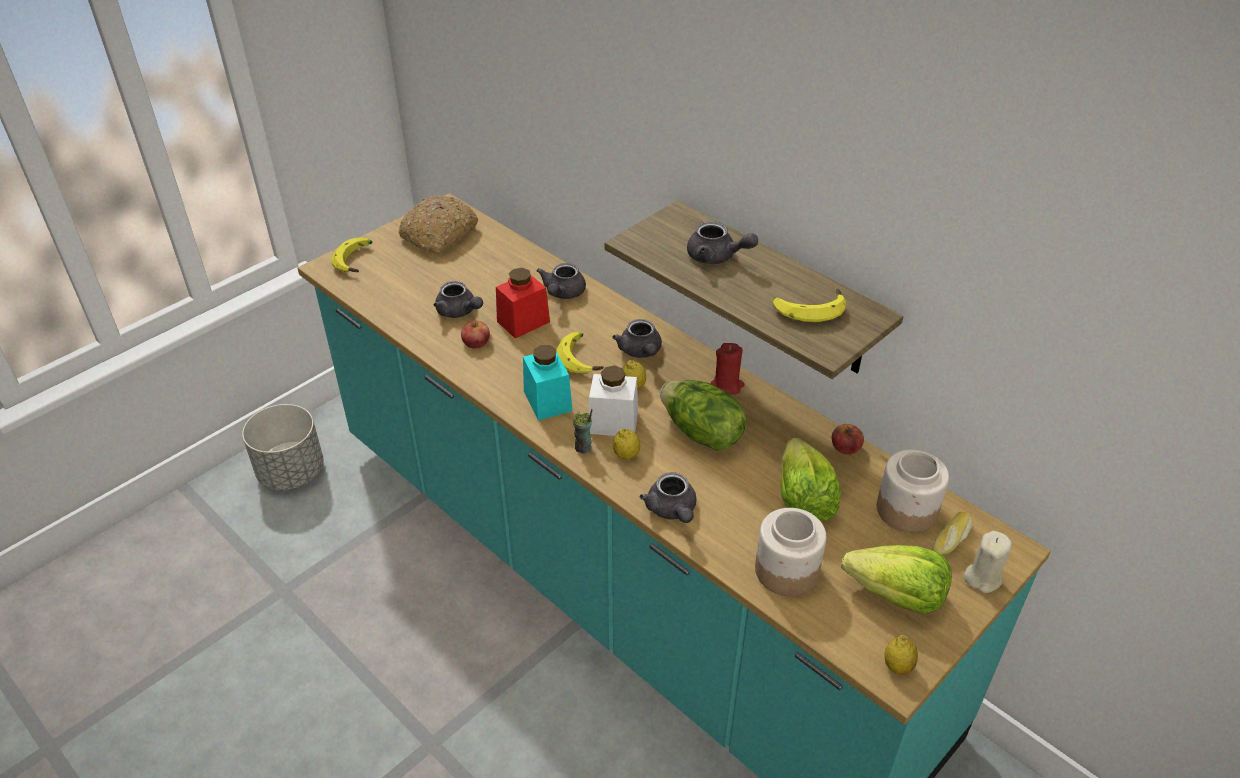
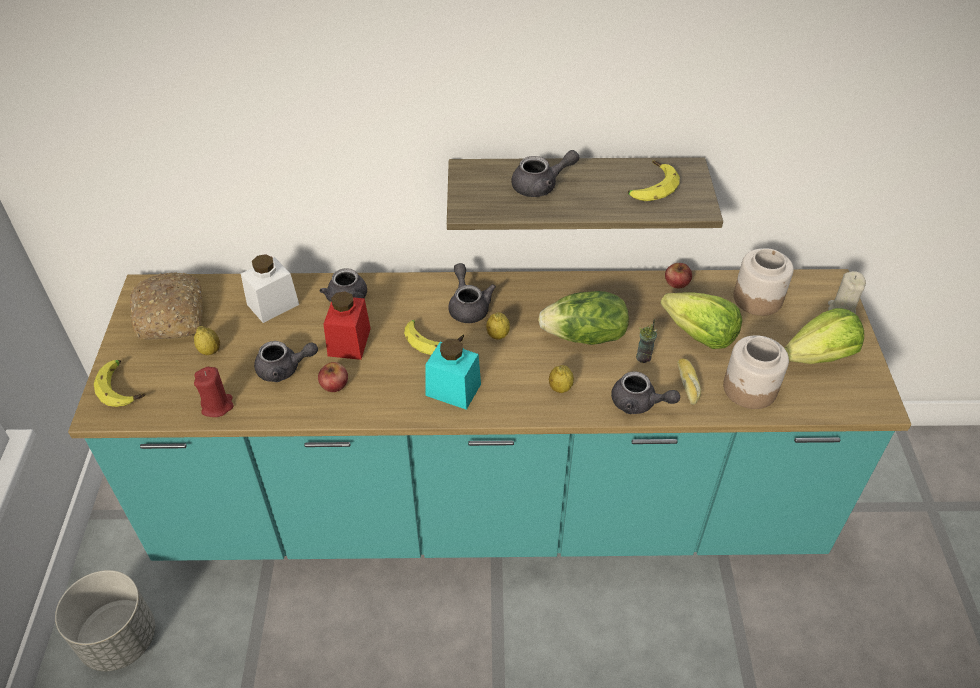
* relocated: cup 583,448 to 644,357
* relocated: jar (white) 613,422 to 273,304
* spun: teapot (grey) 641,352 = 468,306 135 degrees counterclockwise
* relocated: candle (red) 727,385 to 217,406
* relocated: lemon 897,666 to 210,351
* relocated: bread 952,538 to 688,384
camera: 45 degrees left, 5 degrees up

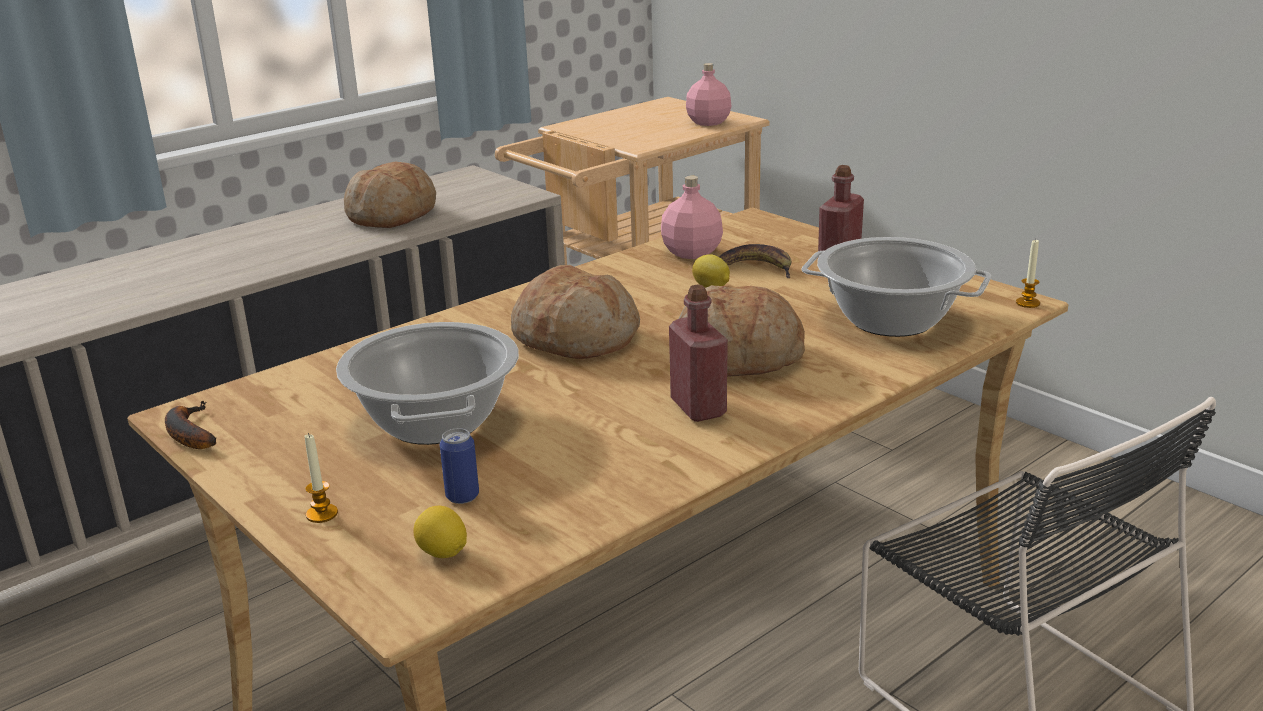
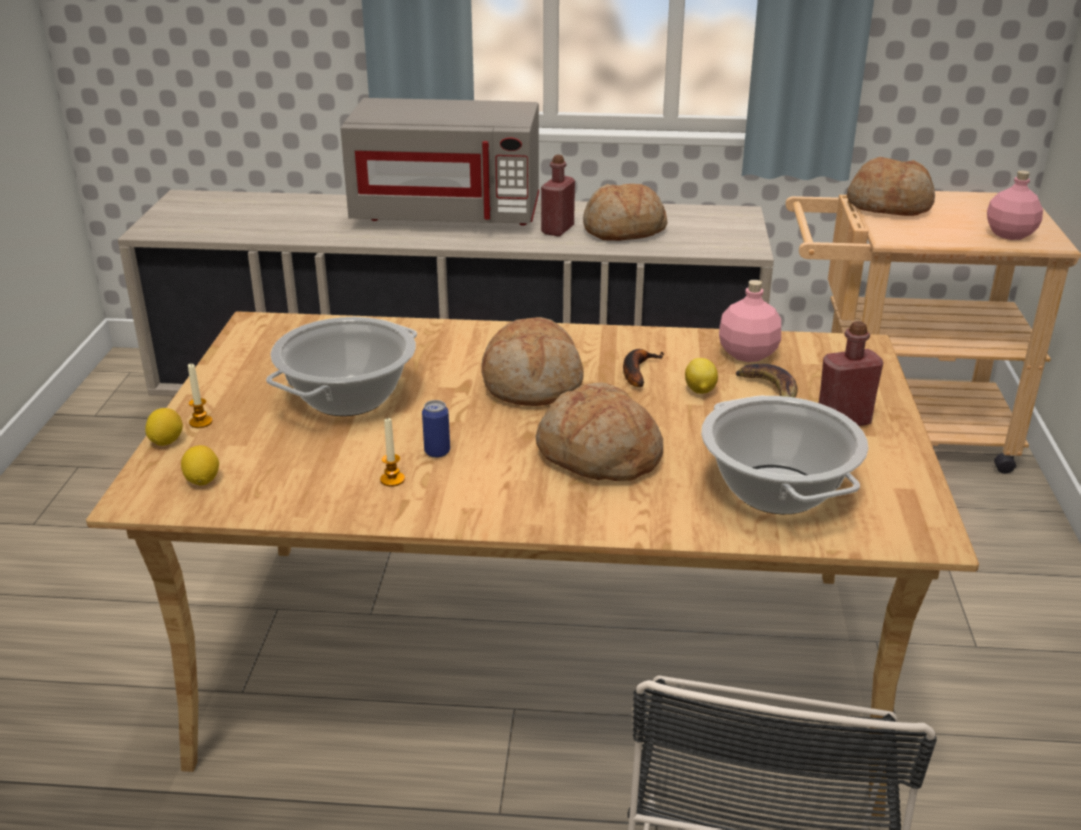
* relocated: banana 188,433 to 637,371
* relocated: can 462,496 to 437,452
* relocated: bottle (red) 698,408 to 557,230
* relocated: candle 1027,303 to 392,479
* appeared: lemon 166,441
* appeared: microwave (grey) 448,214
* appeared: bread 890,205
camera: 45 degrees right, 5 degrees up

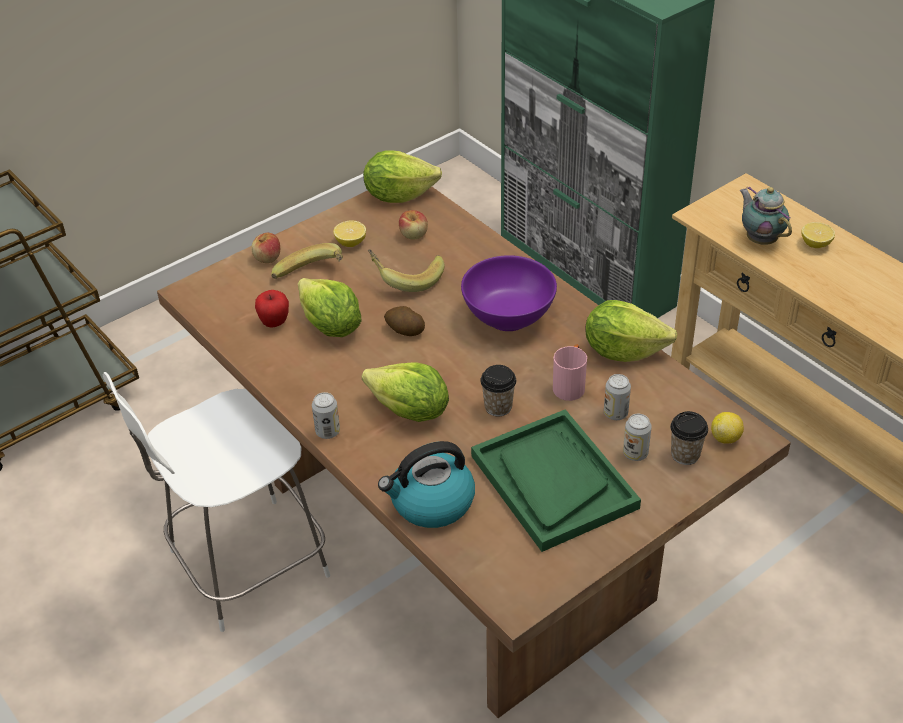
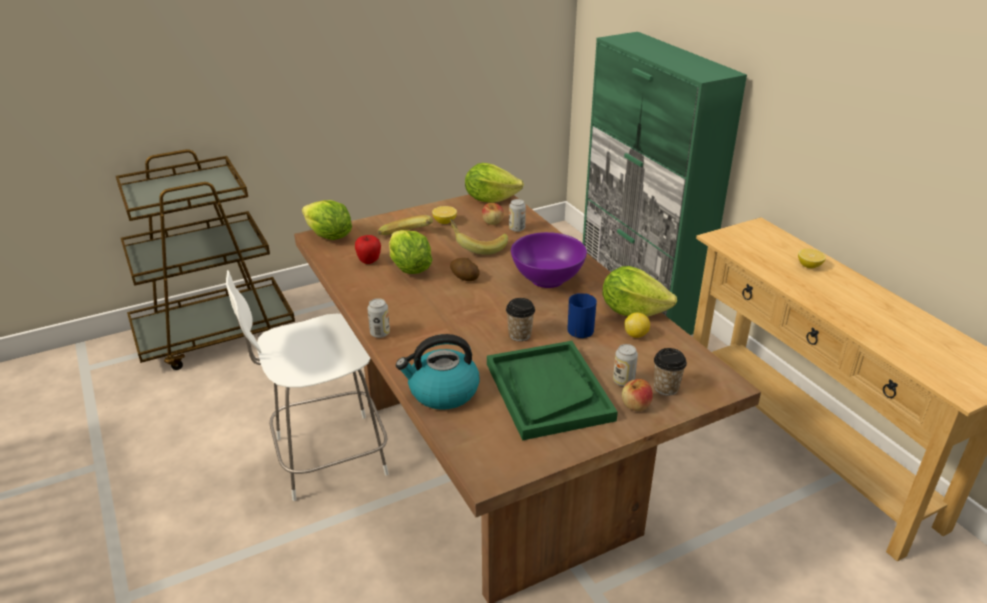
* relocated: apple 267,258 to 636,405
* relocated: lettuce 409,411 to 328,237
* colour: mug (pink) 570,385 to mug (blue) 582,328
* relocated: can 615,413 to 517,228
* relocated: lemon 725,438 to 636,335
* missing: teapot 760,239
camera: 10 degrees right, 10 degrees down

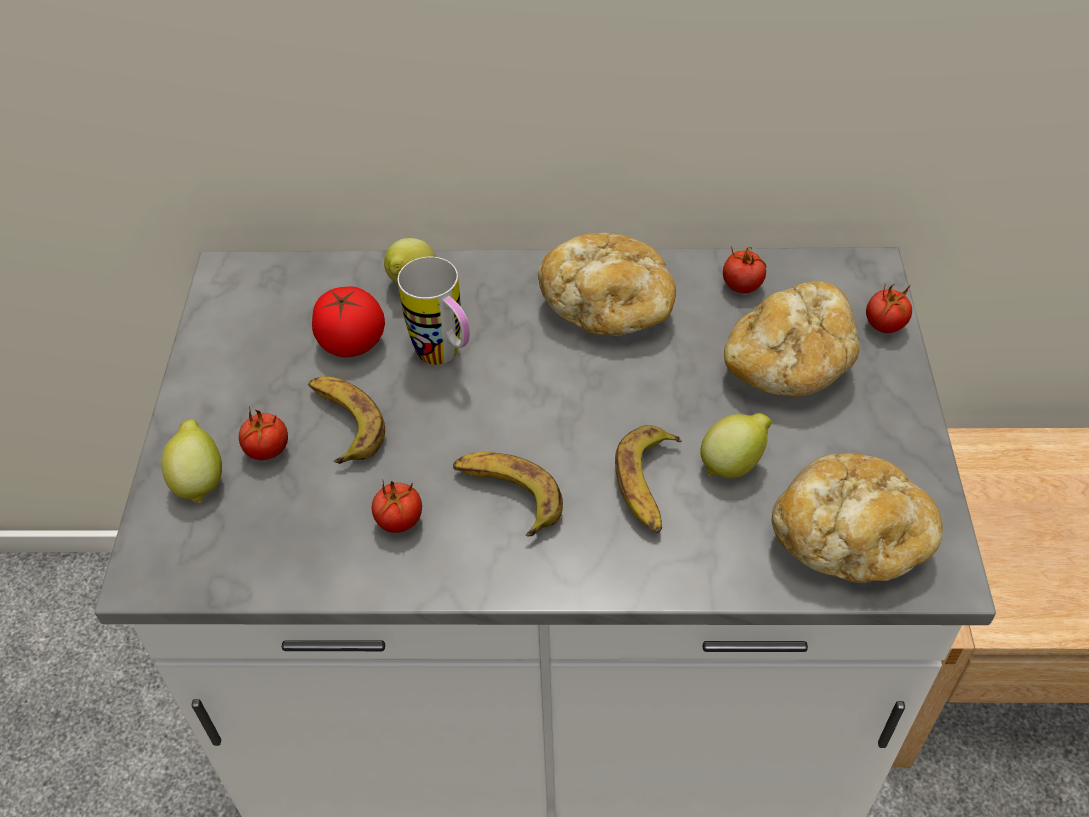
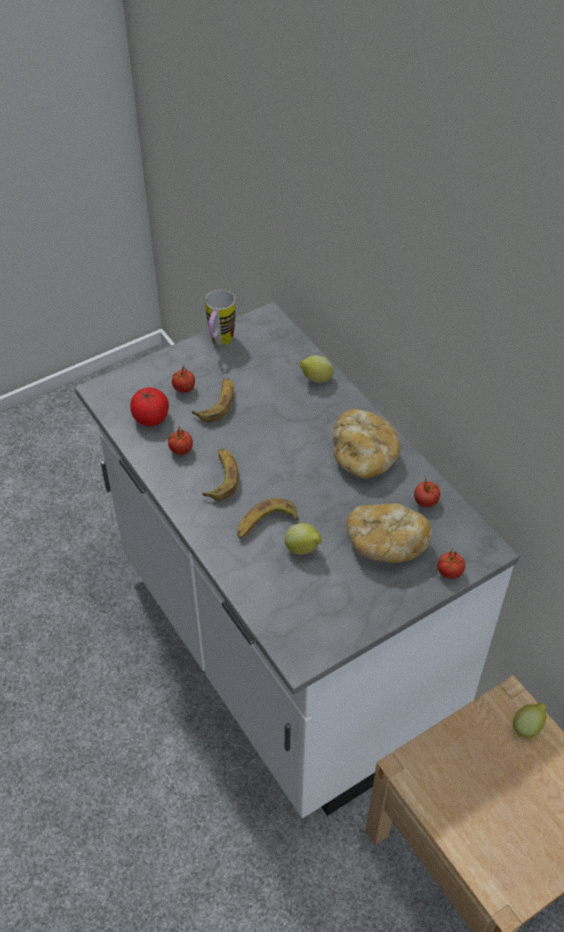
* relocated: lemon 200,480 to 527,727
* relocated: tomato 352,342 to 151,418
* relocated: mug 445,358 to 219,343
* missing: bread 849,539
camera: 55 degrees right, 0 degrees up

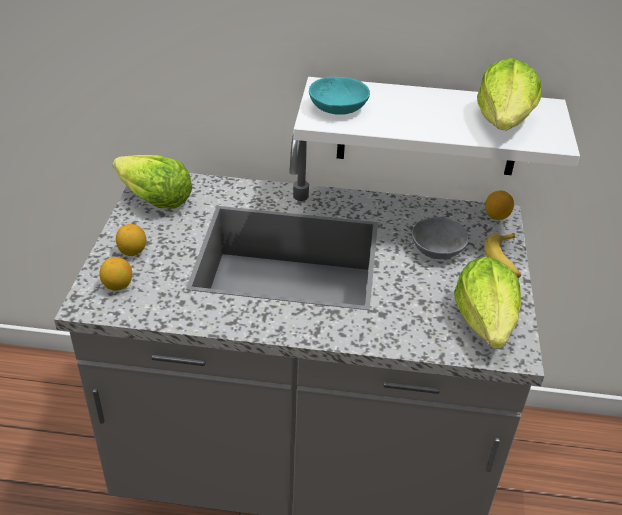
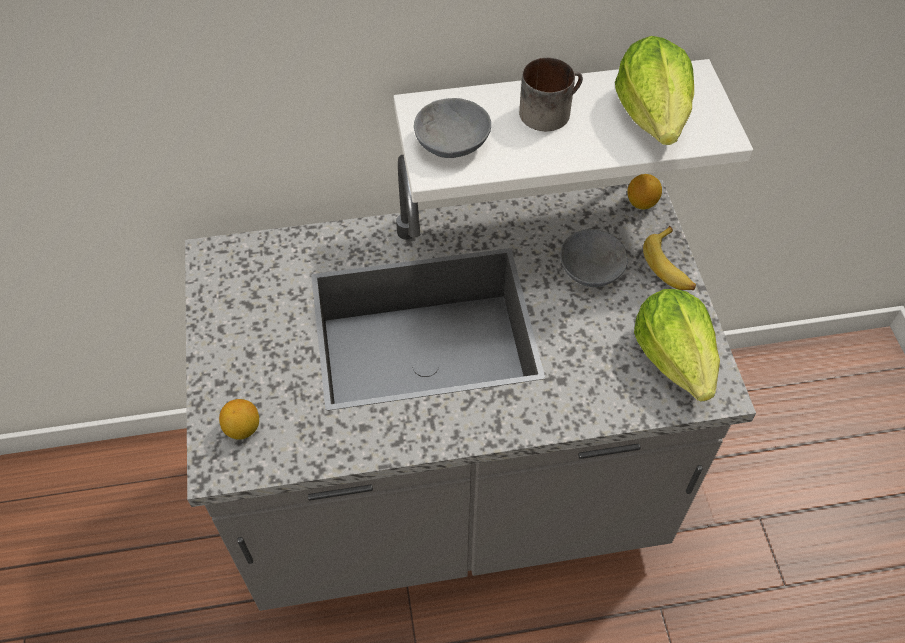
* missing: lettuce 154,199
* missing: lemon 132,252
* colour: bowl (turquoise) 338,108 to bowl (grey) 452,144
* appeared: mug 549,110
camera: 15 degrees left, 15 degrees up

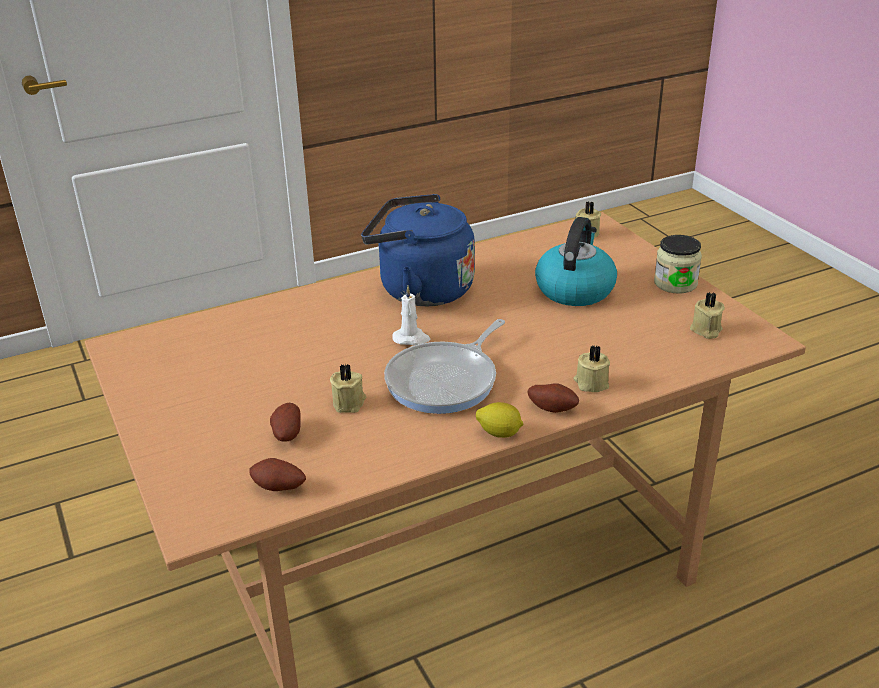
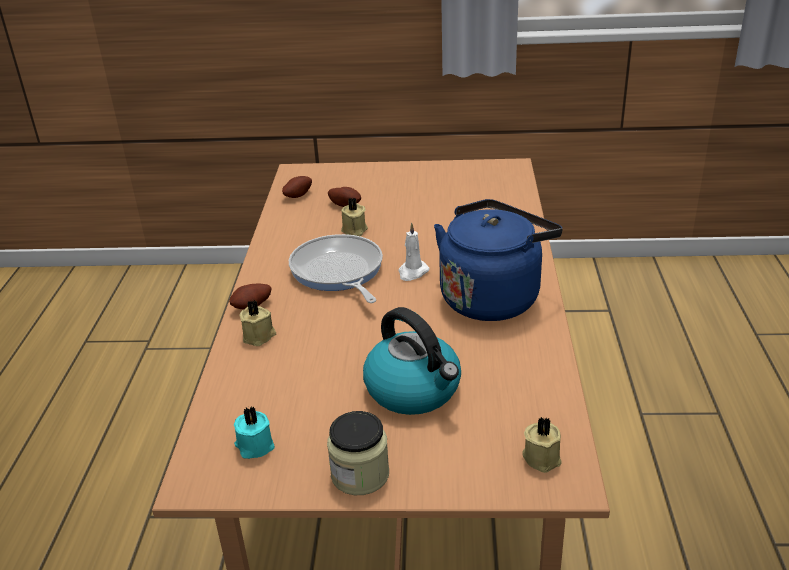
* missing: lemon 499,433
* colour: candle (beige) 706,330 to candle (turquoise) 254,446
camera: 120 degrees right, 0 degrees up

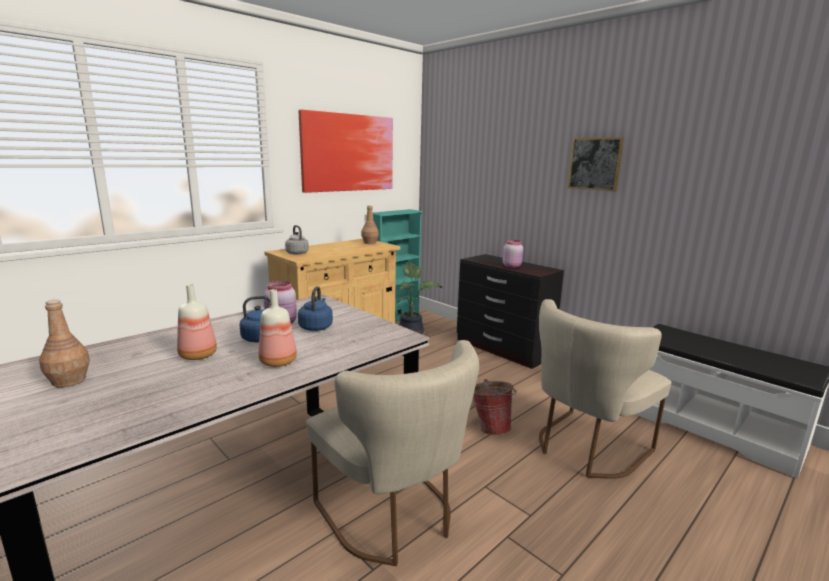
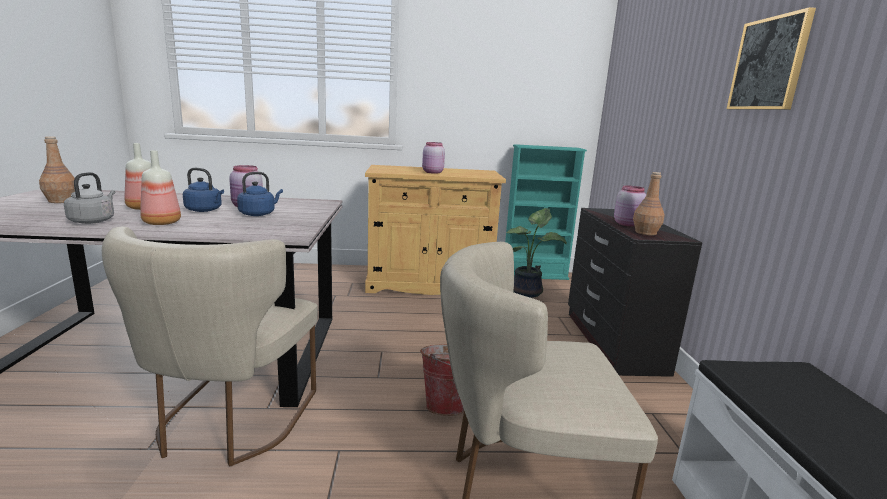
* relocated: kettle (grey) 296,253 to 93,221
* missing: picture 348,153
* relocated: bottle (brown) 369,243 to 645,233
* appeared: jar (pink) 432,172
camera: 40 degrees right, 0 degrees up

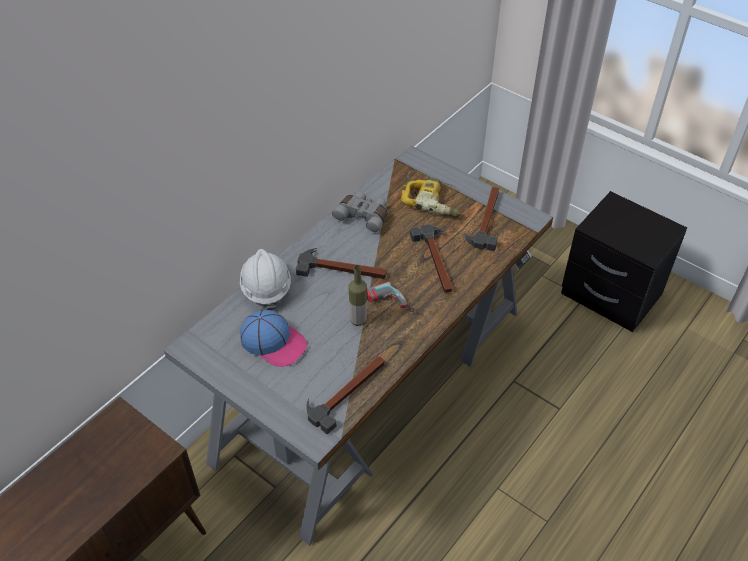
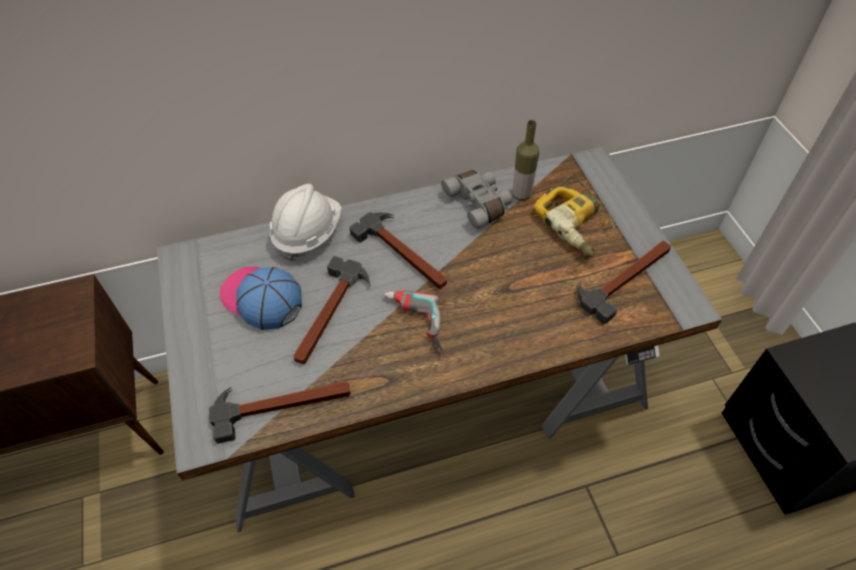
* spun: cap 274,342 = 261,299 150 degrees clockwise
* relocated: bottle 358,320 to 521,195
* relocated: hammer 436,261 to 329,314
camera: 35 degrees right, 5 degrees up

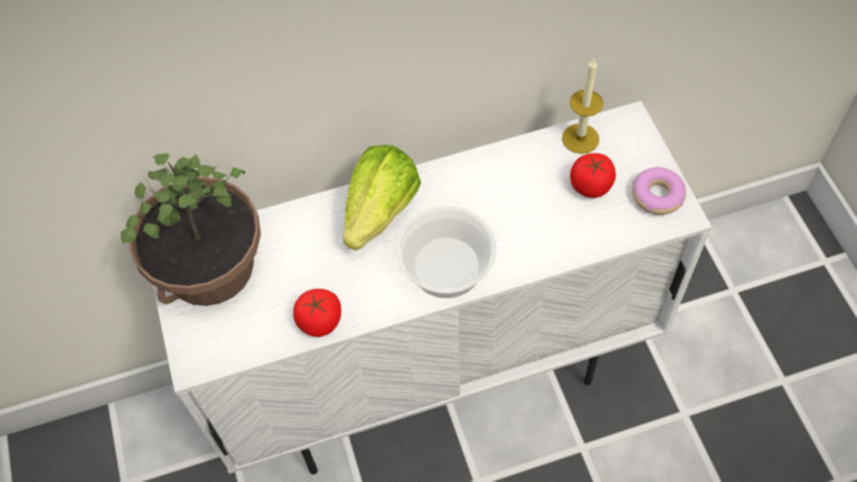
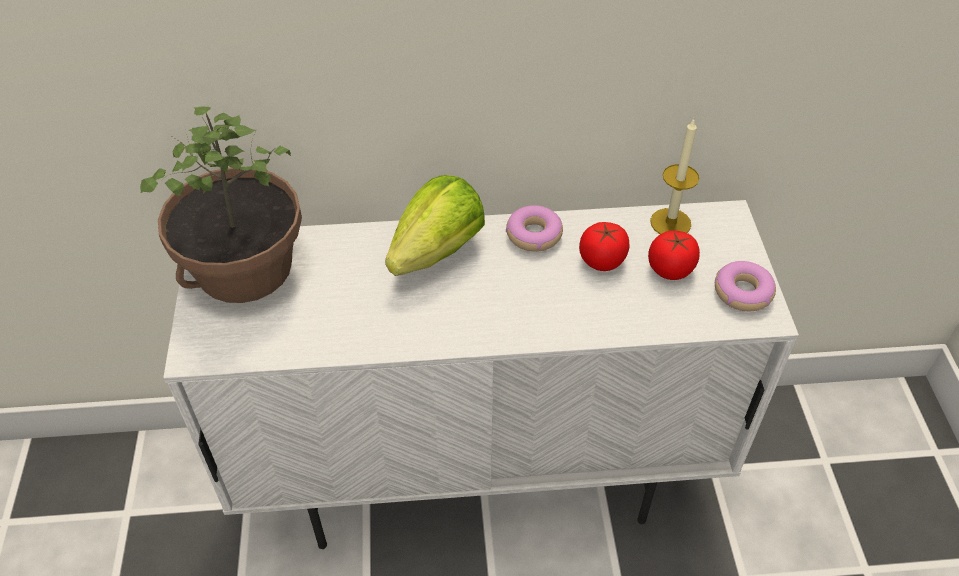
* relocated: tomato 320,321 to 602,260
* missing: bowl 448,267
* appeared: donut 534,234
camera: 10 degrees right, 10 degrees down

